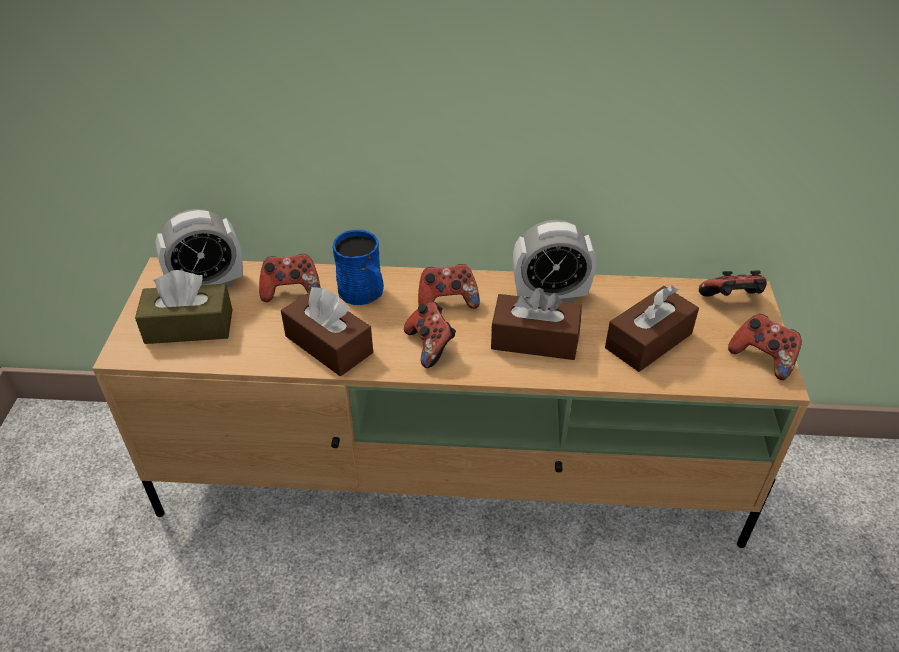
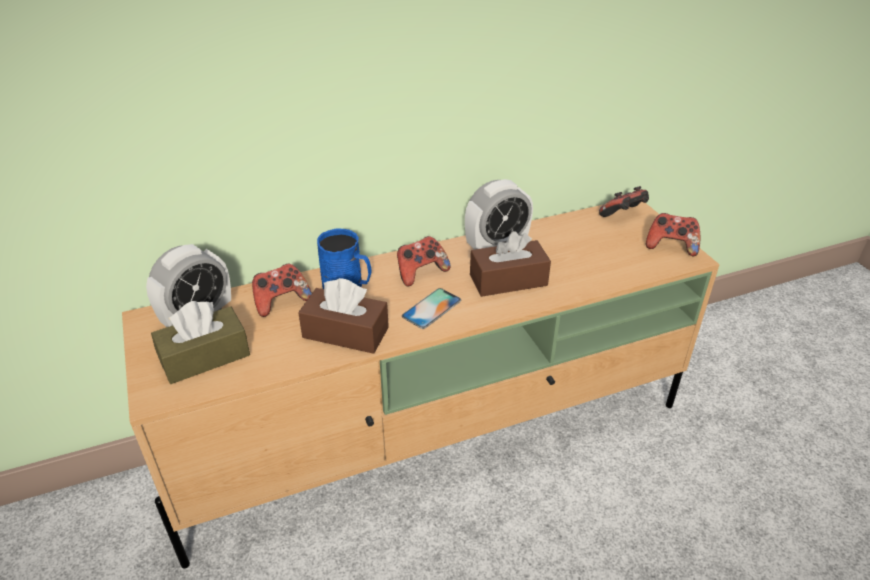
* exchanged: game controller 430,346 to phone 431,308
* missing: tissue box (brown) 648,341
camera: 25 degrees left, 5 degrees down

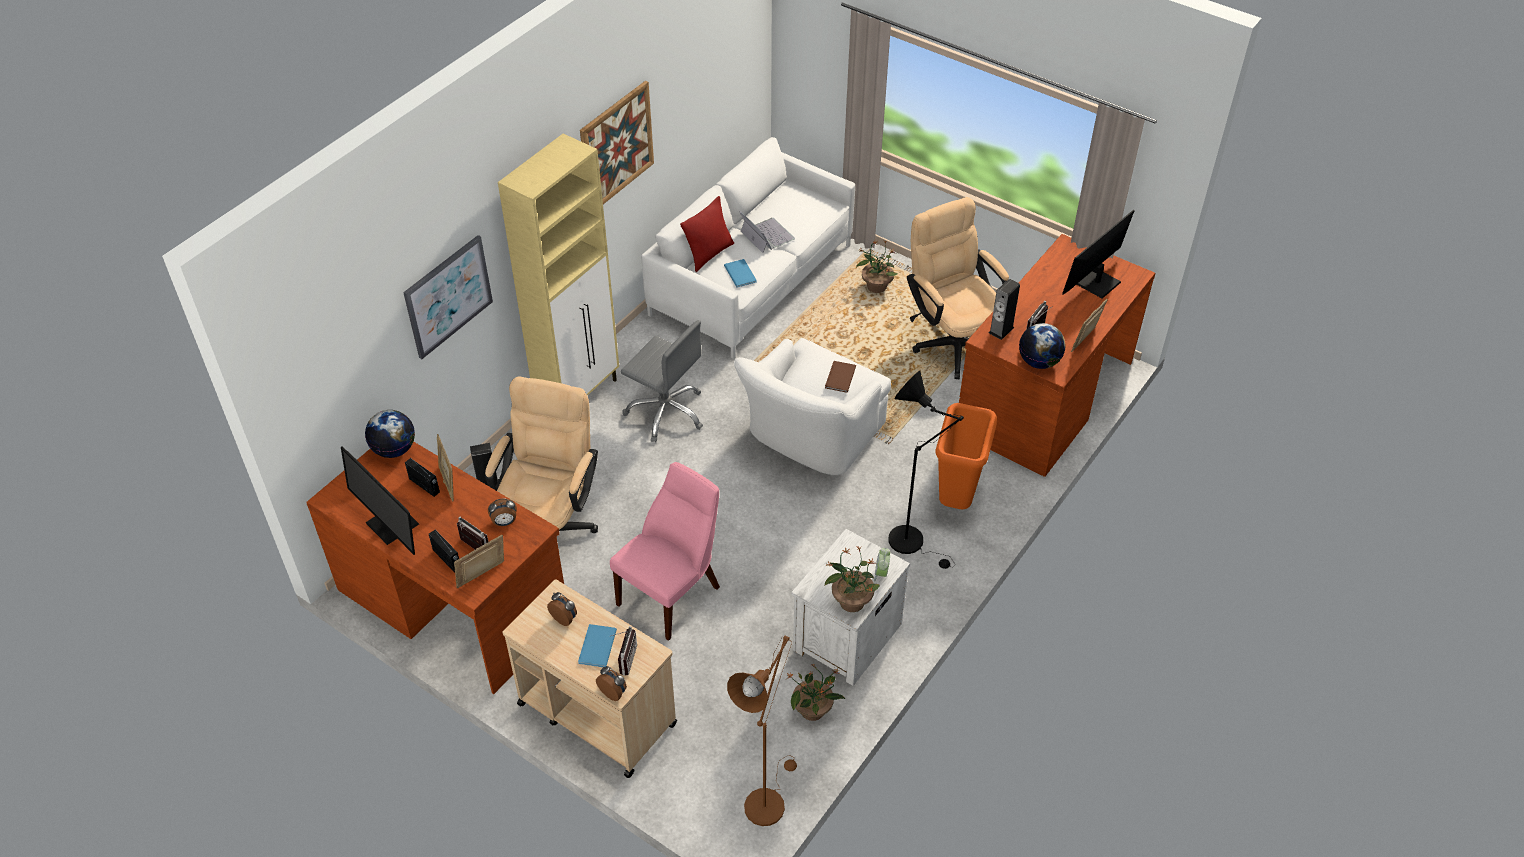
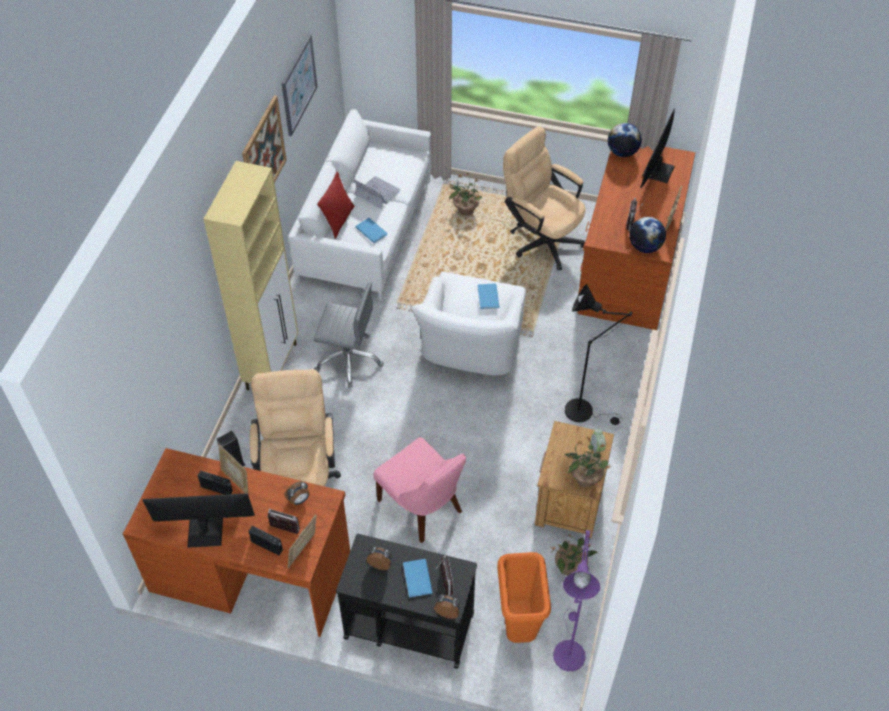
* spun: monitor 391,524 = 205,530 150 degrees clockwise
* relocated: globe 394,449 to 622,152
* relocated: picture 448,296 to 298,85
* colour: cart (beige) 596,713 to cart (black) 408,625
* spun: chair (pink) 672,593 = 422,508 120 degrees clockwise
* colour: floor lamp (brown) 767,800 to floor lamp (purple) 568,649
* colour: nightstand (white) 845,637 to nightstand (brown) 569,502
* colour: book (brown) 839,378 to book (blue) 487,297
* relocated: trash can (orange) 957,500 to 520,627
* missing: speaker 1001,330
camera: 20 degrees left, 5 degrees up

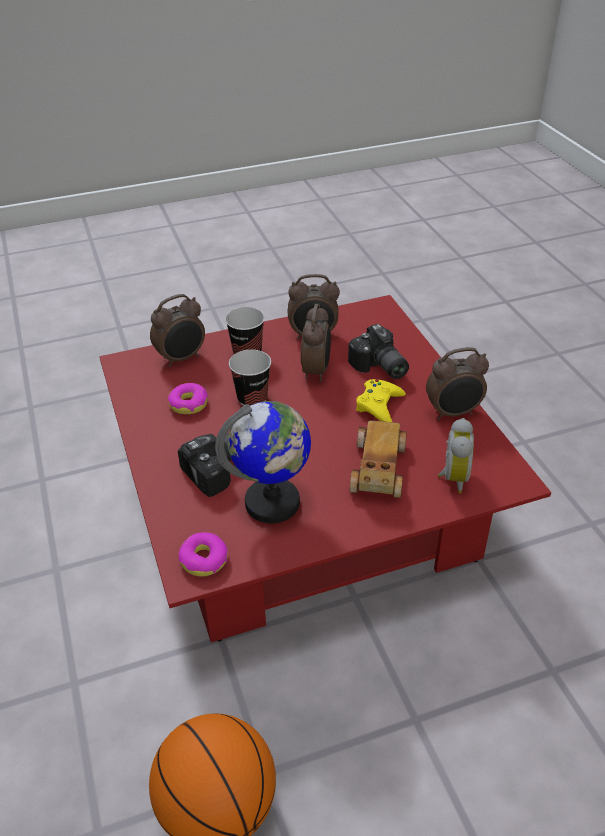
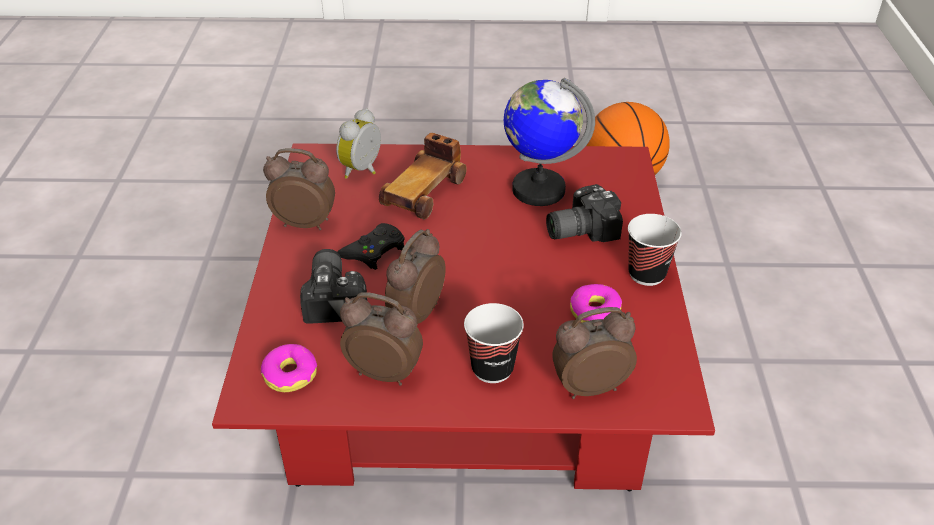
* relocated: donut 204,560 to 290,374
* relocated: cup 252,398 to 646,274
* colour: game controller (yellow) 379,405 to game controller (black) 374,251
camera: 160 degrees left, 0 degrees up

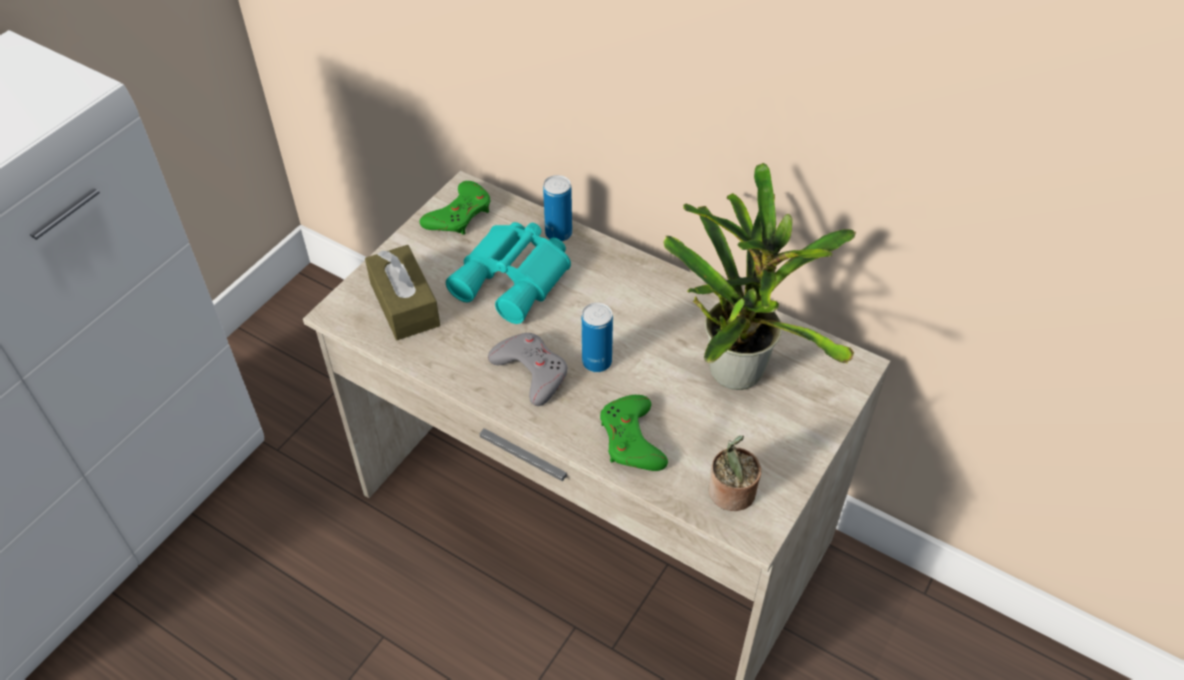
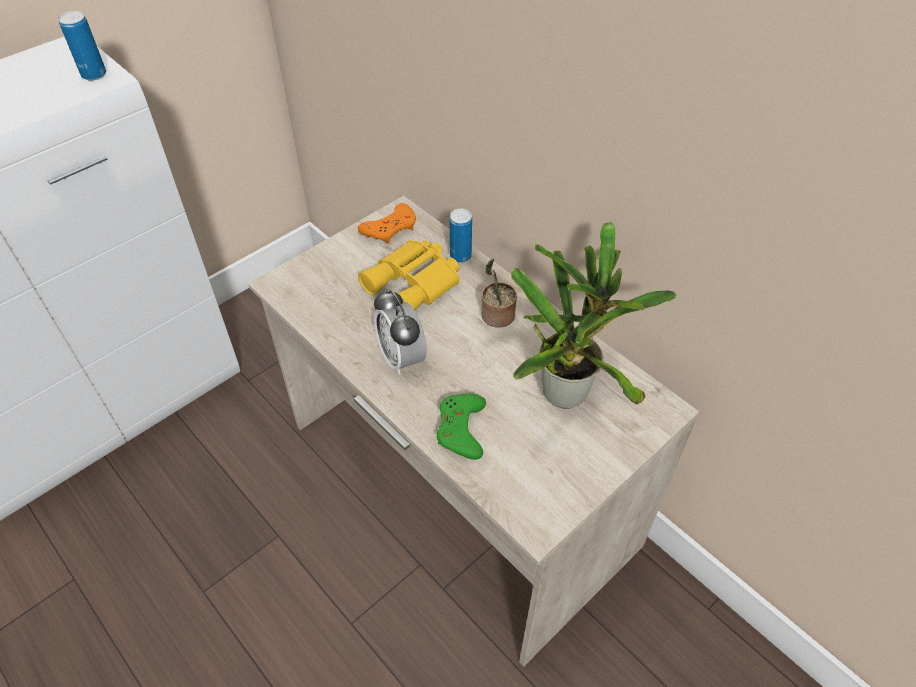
* missing: tissue box (brown) 404,304
* colour: game controller (green) 459,215 to game controller (orange) 390,228
* colour: binoculars (turquoise) 515,278 to binoculars (yellow) 415,284
* exchanged: game controller (grey) 531,371 to alarm clock 401,358
* relocated: can 597,362 to 94,75
* relocated: potted plant 731,494 to 496,316
camera: 15 degrees right, 0 degrees up

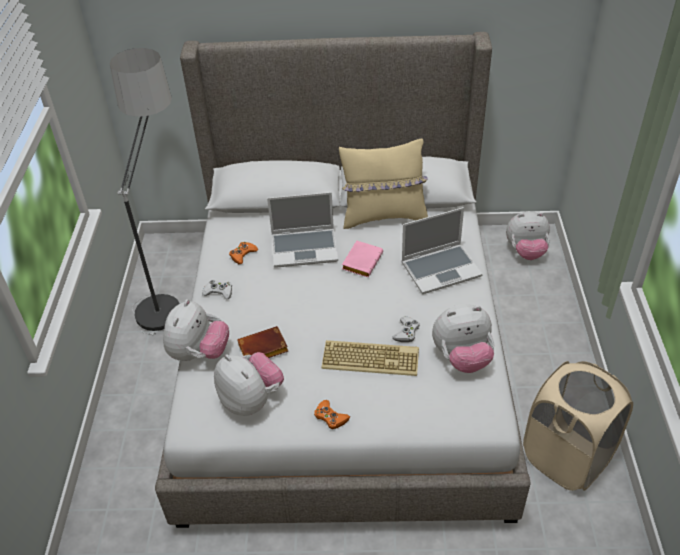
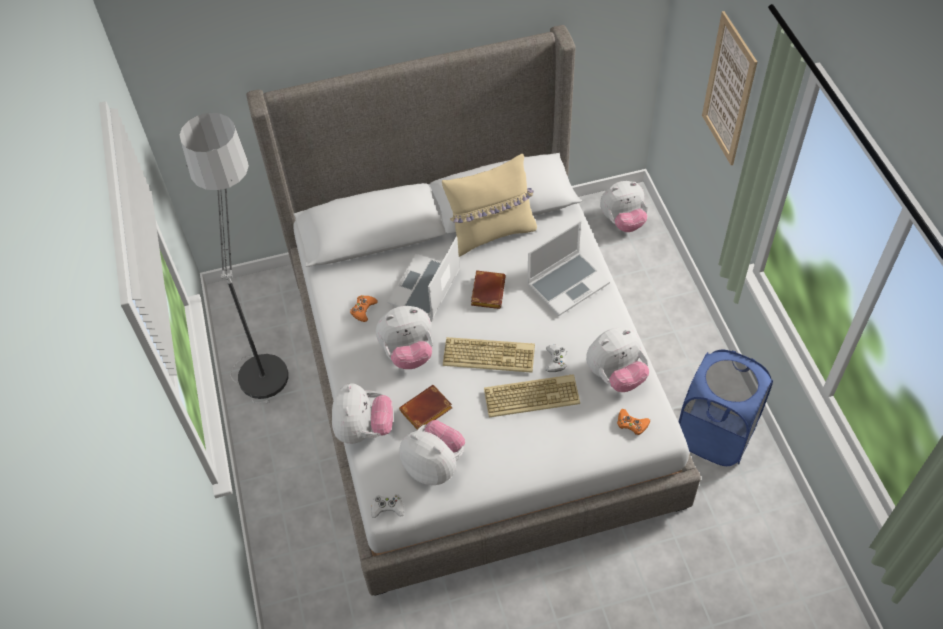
* relocated: game controller (white) 219,292 to 387,507
* spun: laptop 305,248 = 425,288 135 degrees clockwise
* relocated: game controller (orange) 330,417 to 632,424
* colour: book (pink) 361,261 to book (brown) 487,291
* colour: laundry basket (beige) 566,458 to laundry basket (blue) 715,435
* appeared: plush toy 408,353
* appeared: keyboard 490,354
* appeared: picture 728,90
camera: 15 degrees left, 10 degrees up

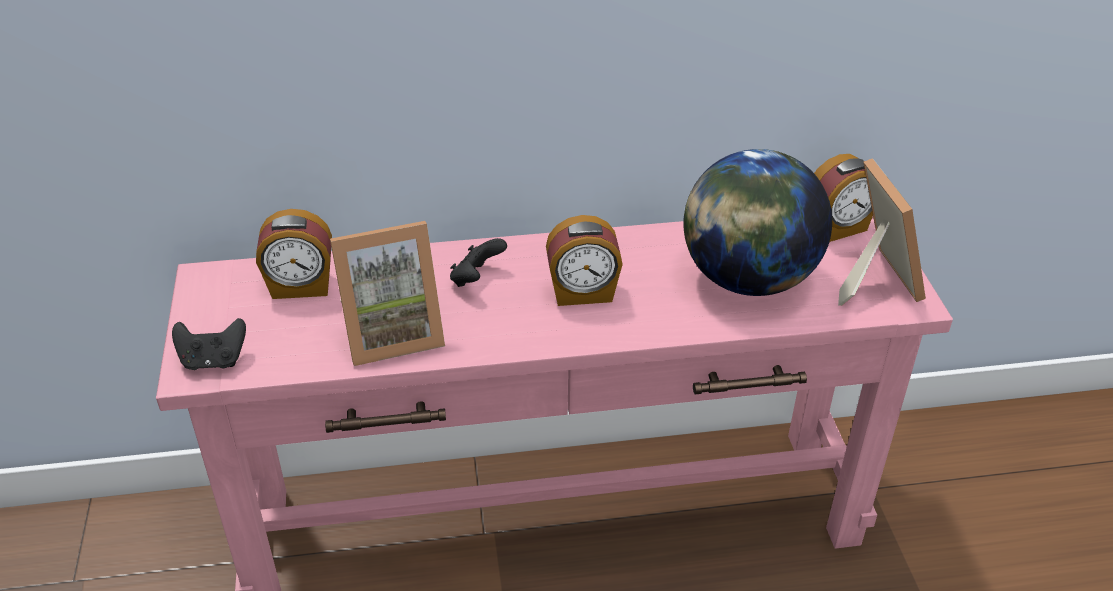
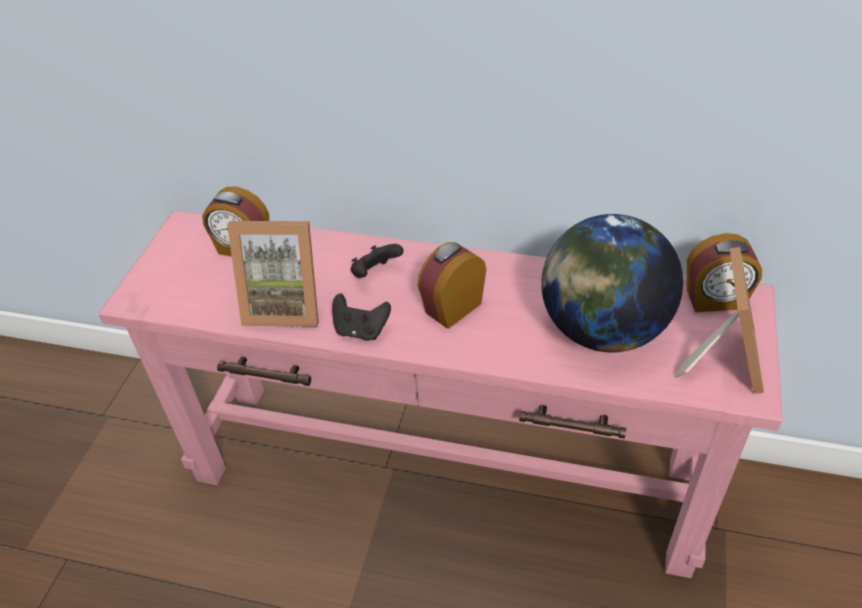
* relocated: game controller (black) 213,361 to 361,330
* spun: alarm clock 583,293 = 452,307 120 degrees clockwise
camera: 25 degrees right, 5 degrees up

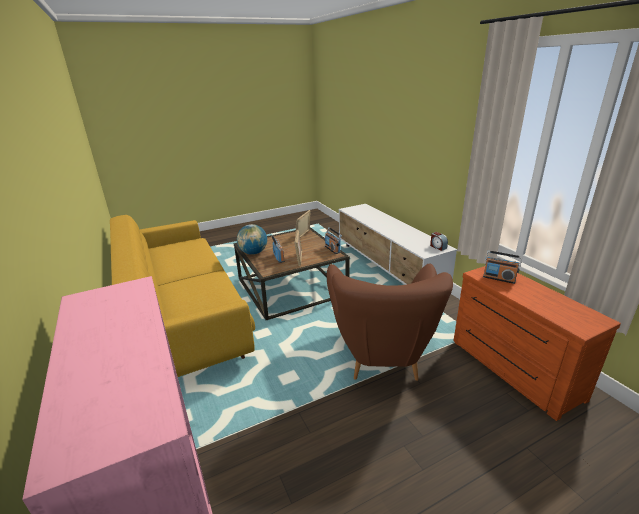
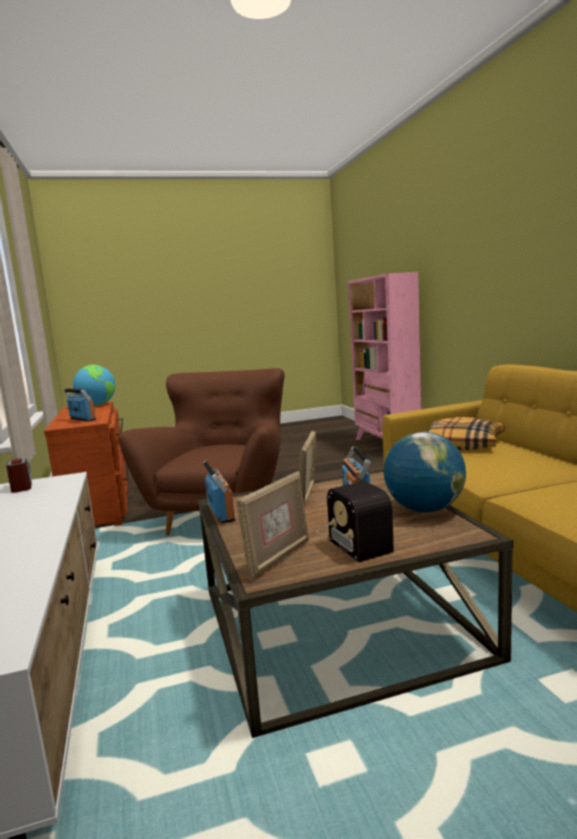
* appeared: globe 97,405
* appeared: radio 353,537
* appeared: pillow 461,444
camera: 170 degrees left, 15 degrees down

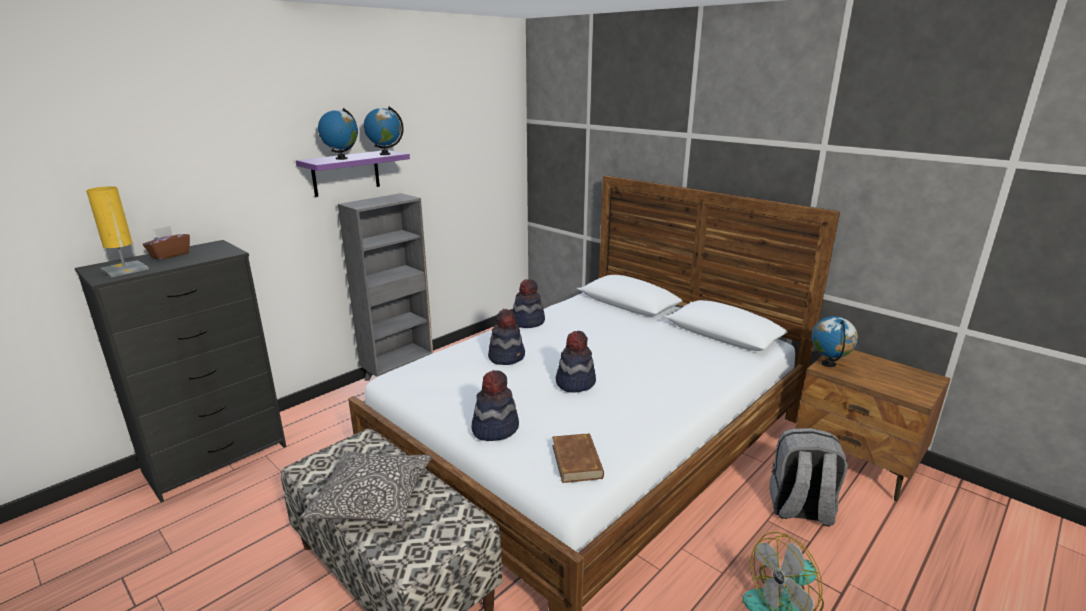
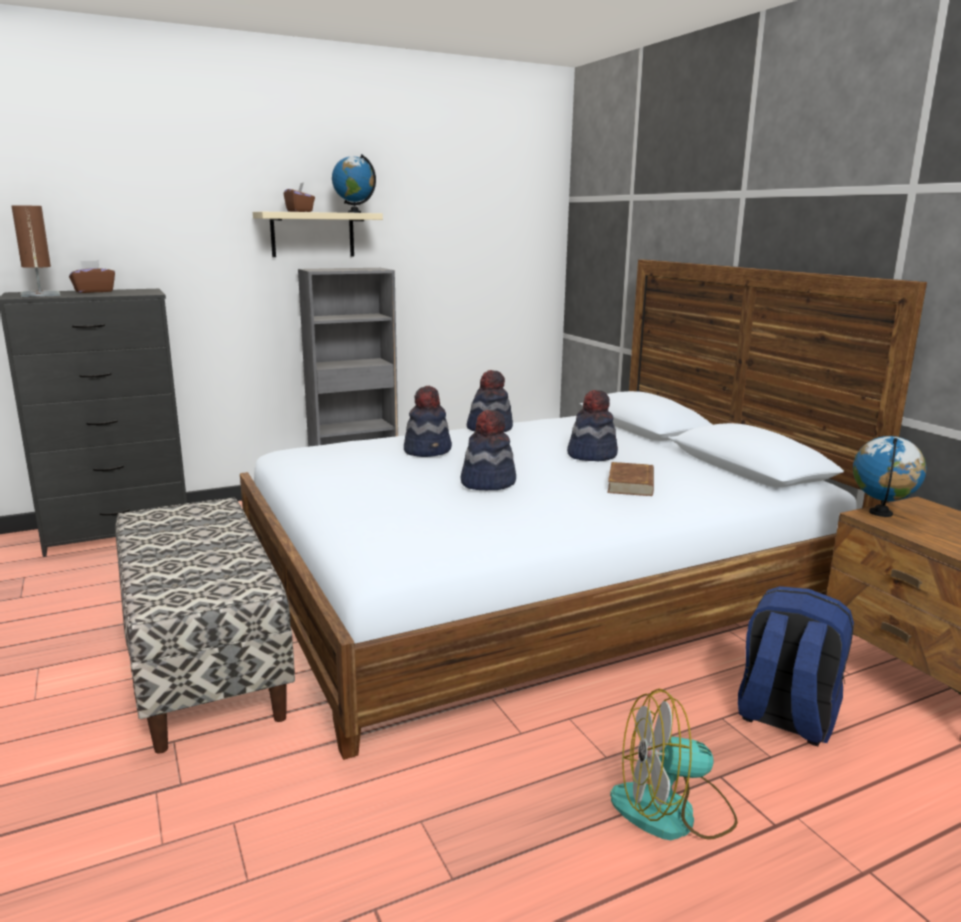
* colour: table lamp (yellow) 125,269 to table lamp (brown) 40,295
* colour: shelf (purple) 346,173 to shelf (beige) 312,234
* missing: pillow 372,498
* exchanged: globe 341,158 to tissue box (brown) 300,211
* relocated: hat 494,428 to 591,455
* relocated: book (brown) 577,461 to 631,484
* colour: backpack (grey) 800,509 to backpack (blue) 785,717
camera: 20 degrees right, 5 degrees down

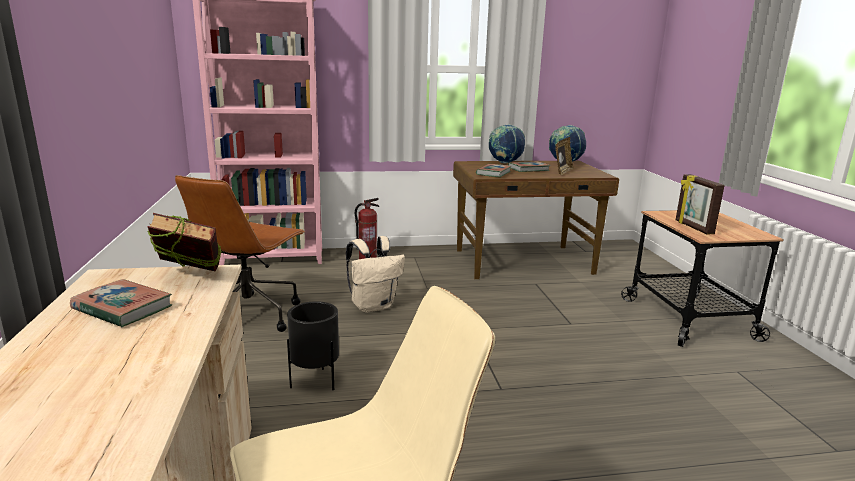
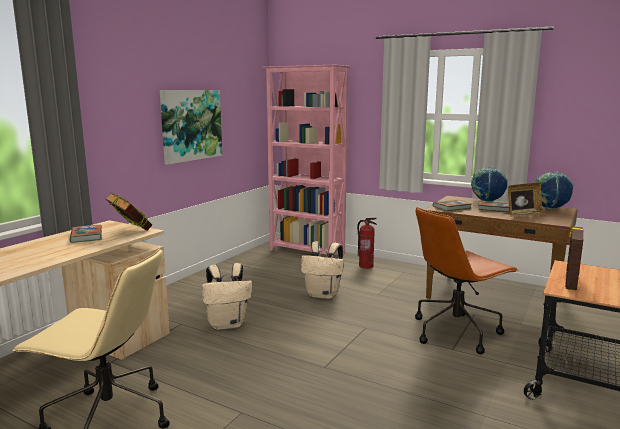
* relocated: office chair (brown) 249,314 to 456,331
* exchanged: planter (black) 316,382 to backpack (beige) 227,324
* appeared: picture 191,125
camera: 40 degrees right, 5 degrees down

